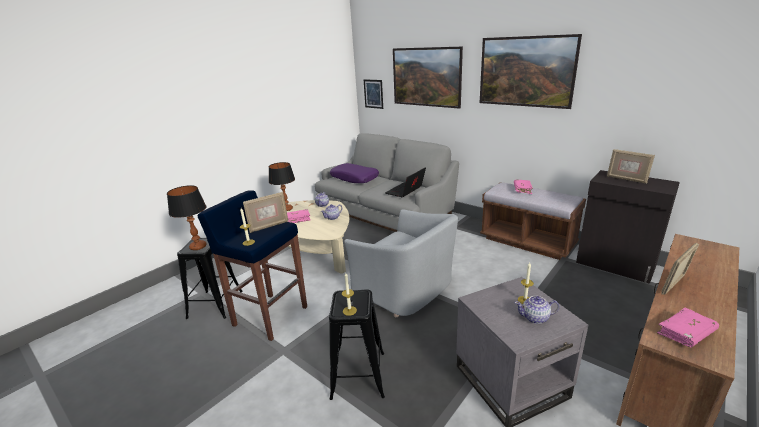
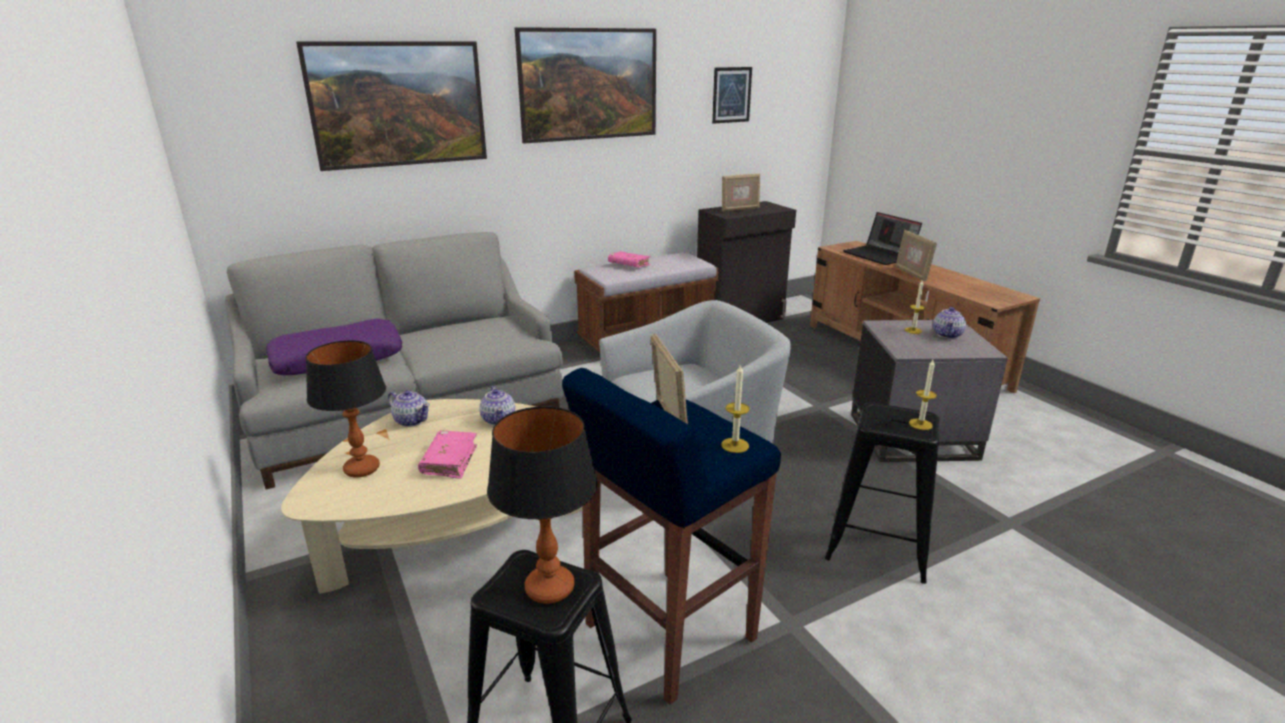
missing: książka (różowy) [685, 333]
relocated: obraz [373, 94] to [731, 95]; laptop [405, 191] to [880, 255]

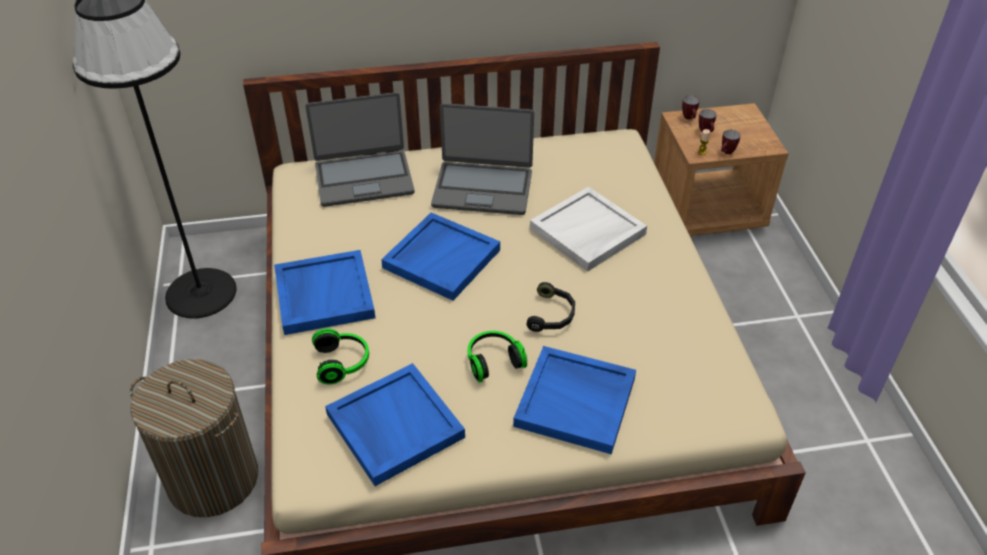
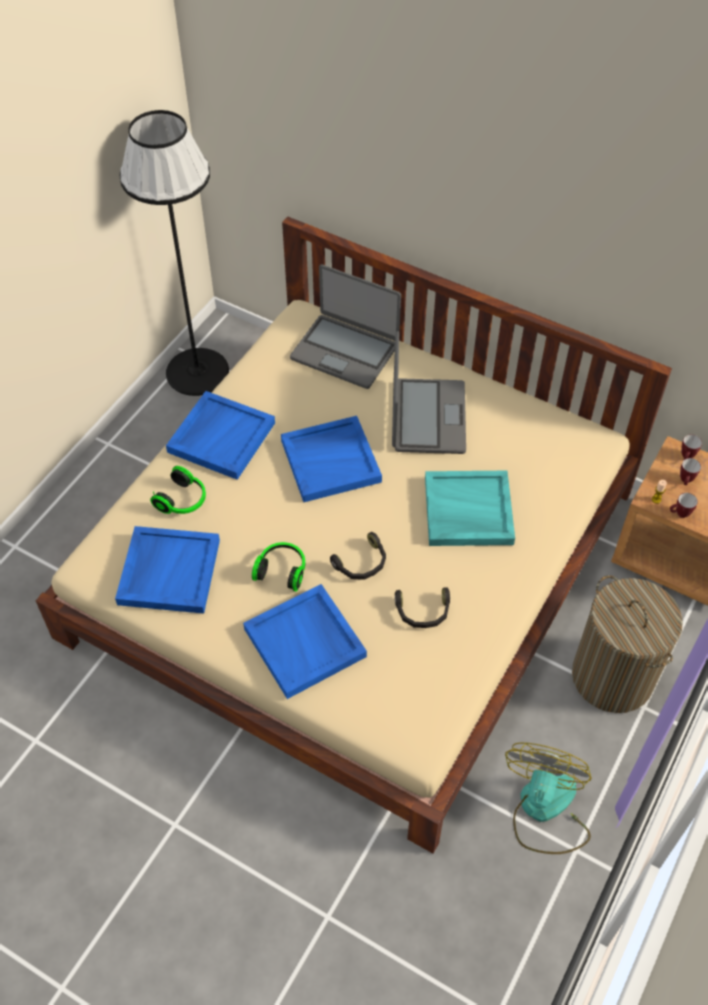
appeared: słuchawki (czarny) [423, 612]; wentylator [544, 810]
relocated: kosz na pranie [213, 479] to [612, 676]
colour: taca (biały) [587, 232] to taca (turkusowy) [467, 511]
spun: laptop [482, 188] = [427, 417] 135 degrees counterclockwise

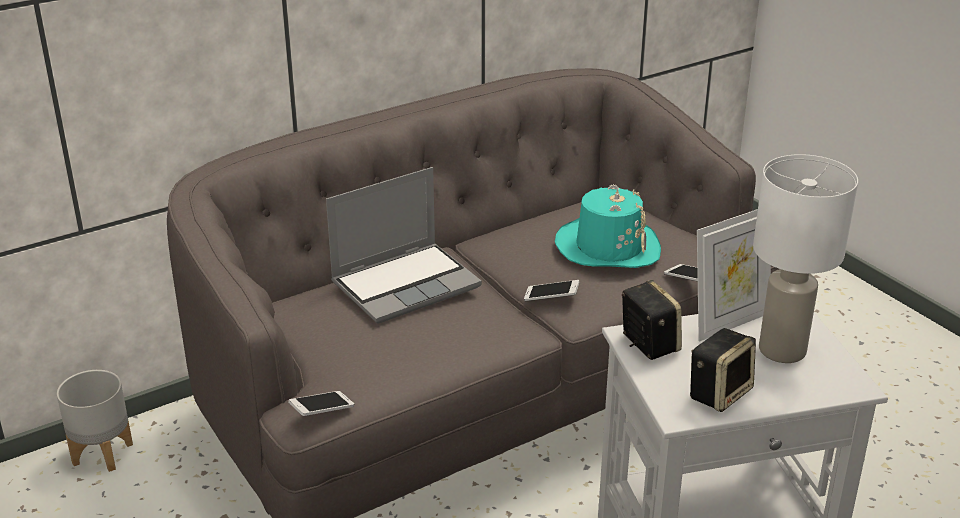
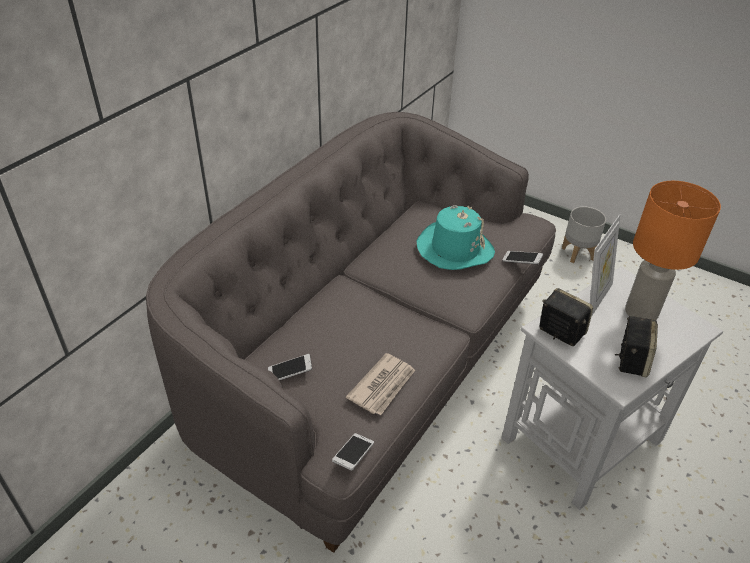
missing: laptop [406, 284]
appeared: gazeta [383, 386]
relocated: donica (szary) [103, 453] to [577, 253]; telefon [551, 297] to [290, 373]
colour: lampa stołowa (biały) [780, 350] to lampa stołowa (pomarańczowy) [640, 313]

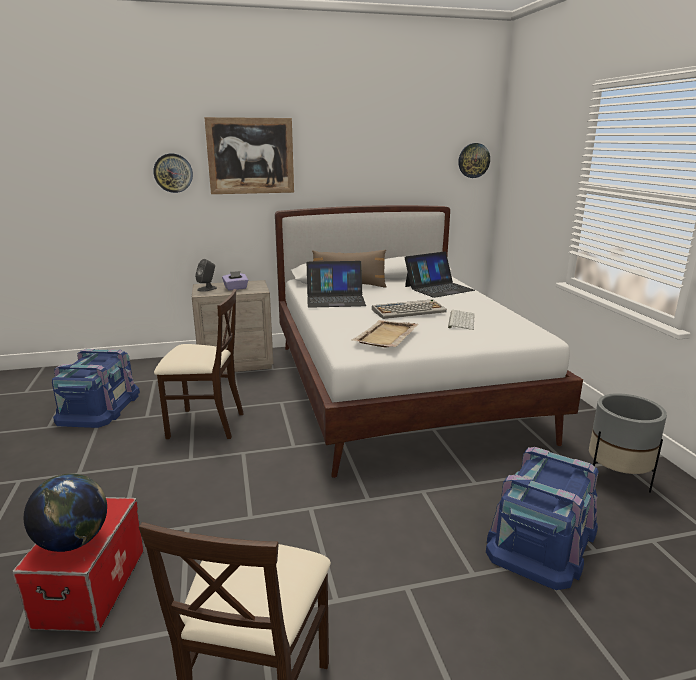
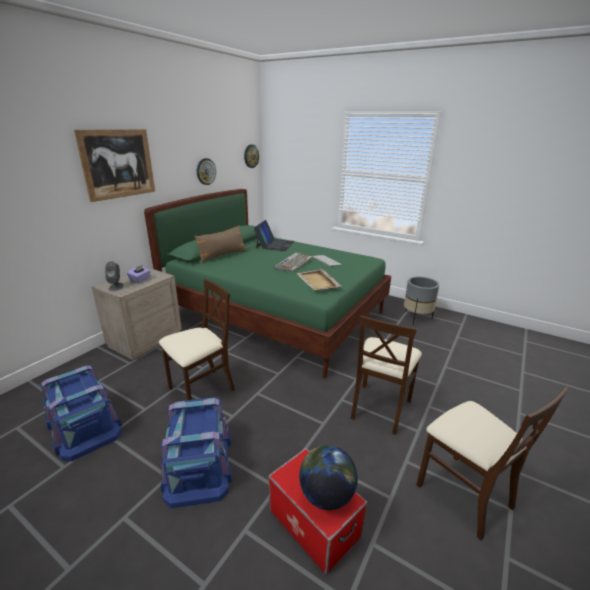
missing: laptop [335, 299]
appeared: krzesło (beżowy) [380, 408]
relocated: zegar ścienny [173, 173] to [205, 171]; pojemnik do przechowywania (niebieski) [541, 538] to [198, 462]
colour: łóżko (biały) [399, 388] to łóżko (zielony) [276, 314]

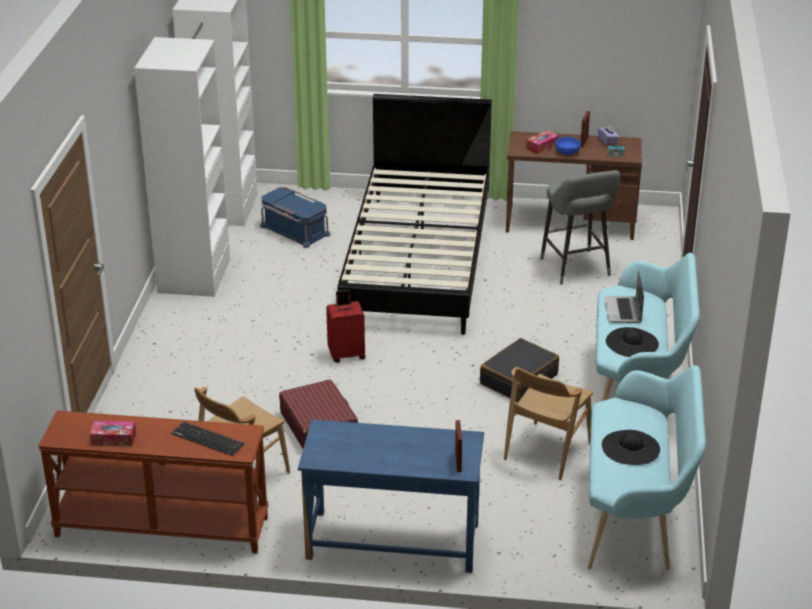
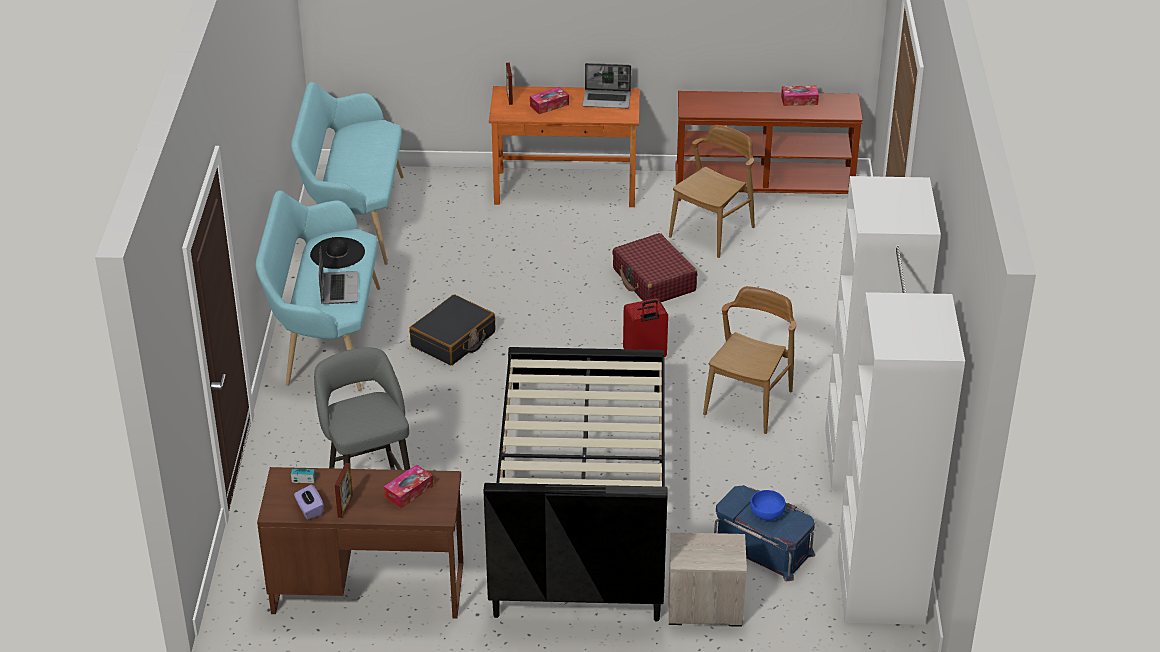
missing: klawiatura [207, 439]; kapelusz (czarny) [630, 447]
appeared: pudełko chusteczek [549, 105]; laptop [607, 100]; szafka nocna [703, 606]
relocated: krzesło (brązowy) [547, 451] to [748, 403]; miska (niebieski) [568, 152] to [766, 513]
colour: biurko (niebieski) [392, 542] to biurko (pomarańczowy) [565, 188]

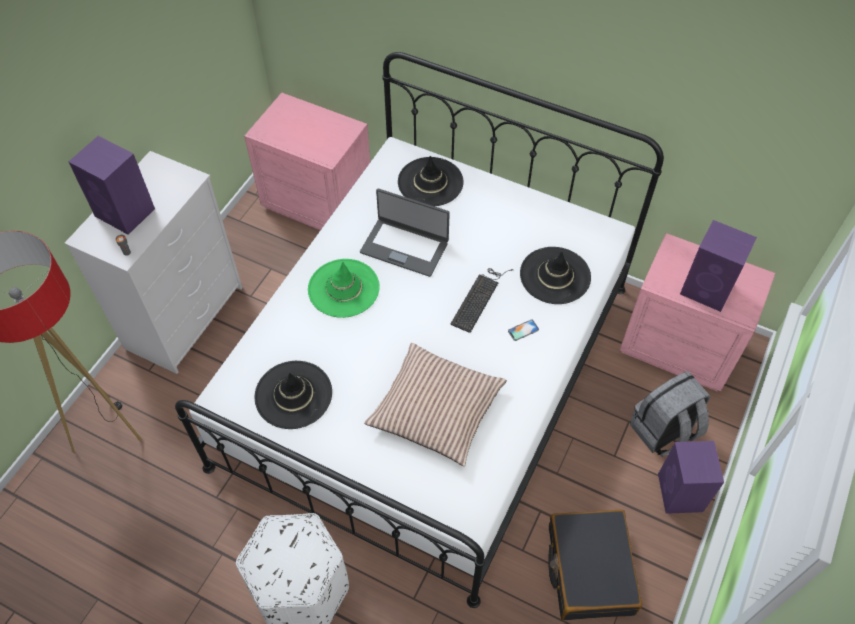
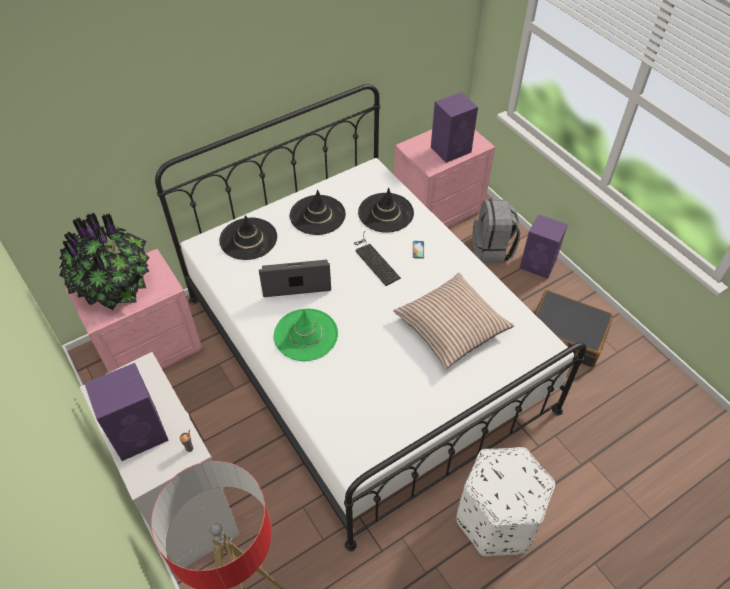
appeared: roślina doniczkowa [115, 287]
relocated: kapelusz (czarny) [293, 394] to [317, 215]
spun: laptop [405, 246] = [296, 280] 150 degrees counterclockwise

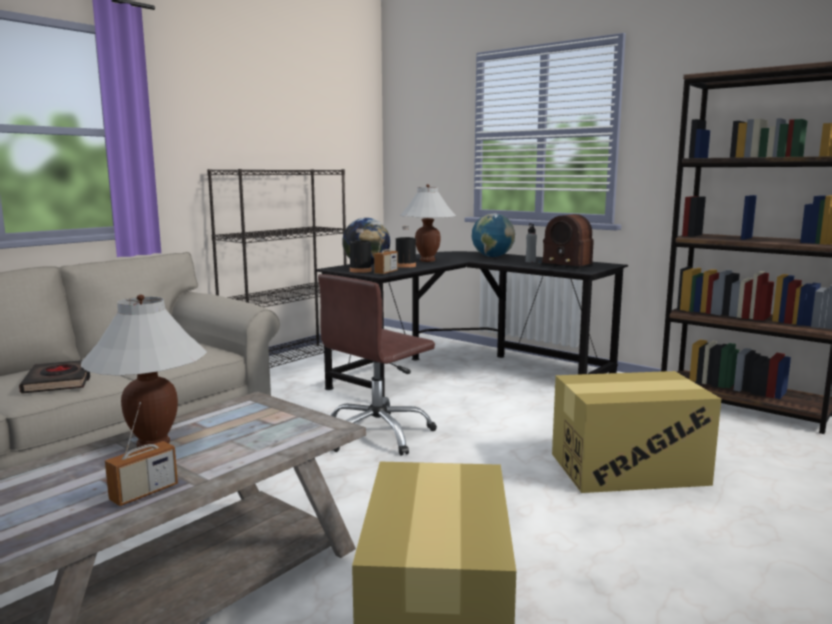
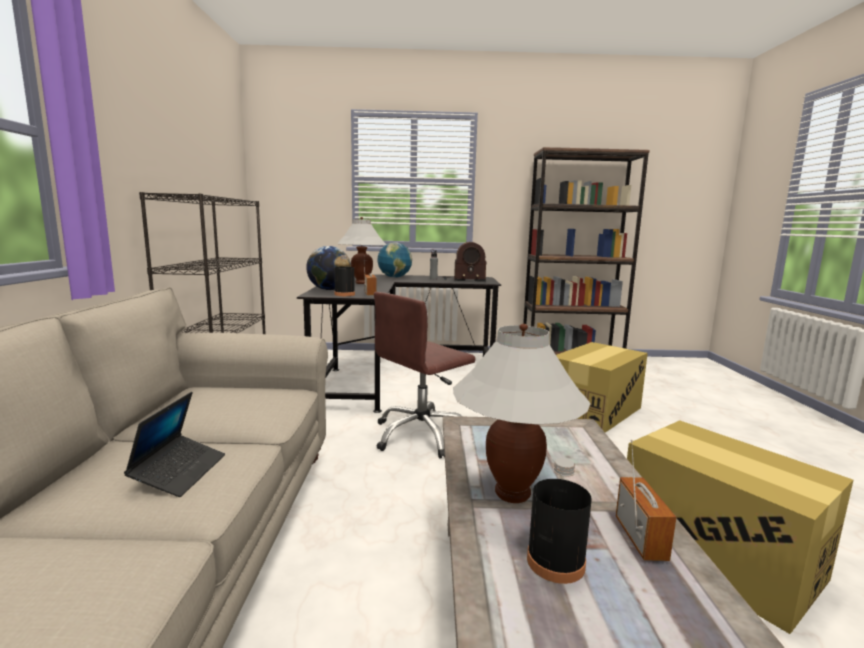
relocated: butelka (czarny) [405, 266] to [555, 562]
exchanged: książka (czarny) [59, 382] to laptop [180, 472]
spun: krzesło biurowe (brązowy) [377, 434] = [421, 435] 45 degrees clockwise

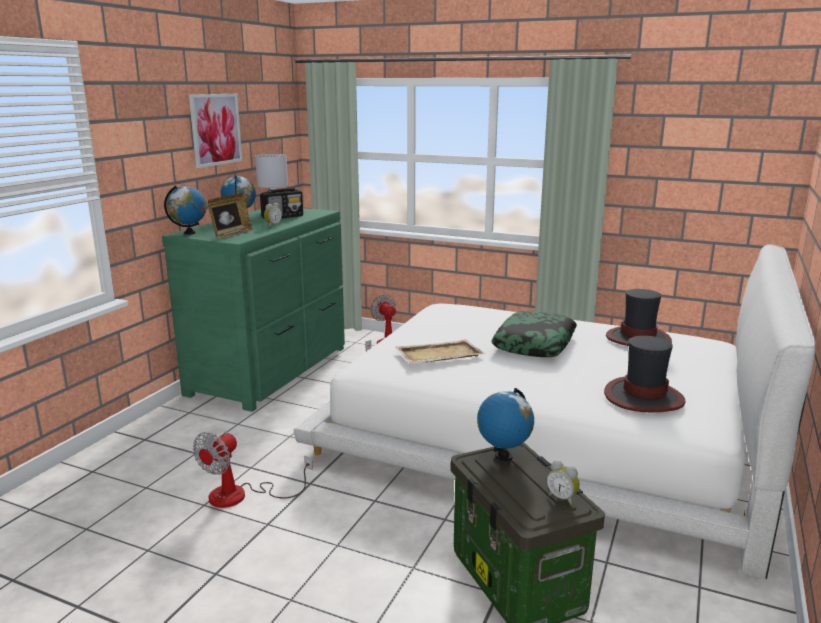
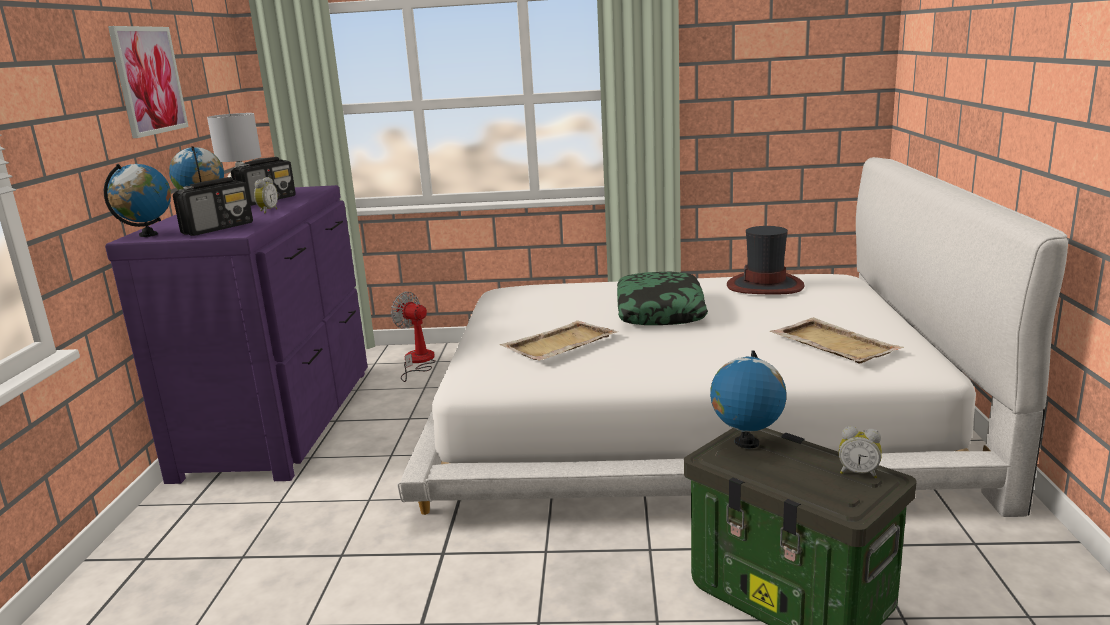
missing: wentylator [241, 496]
exchanged: ramka na zdjęcie [231, 234] to radio [218, 228]; kapelusz [643, 397] to taca (beżowy) [833, 344]
colour: komoda (zielony) [272, 370] to komoda (fioletowy) [282, 421]

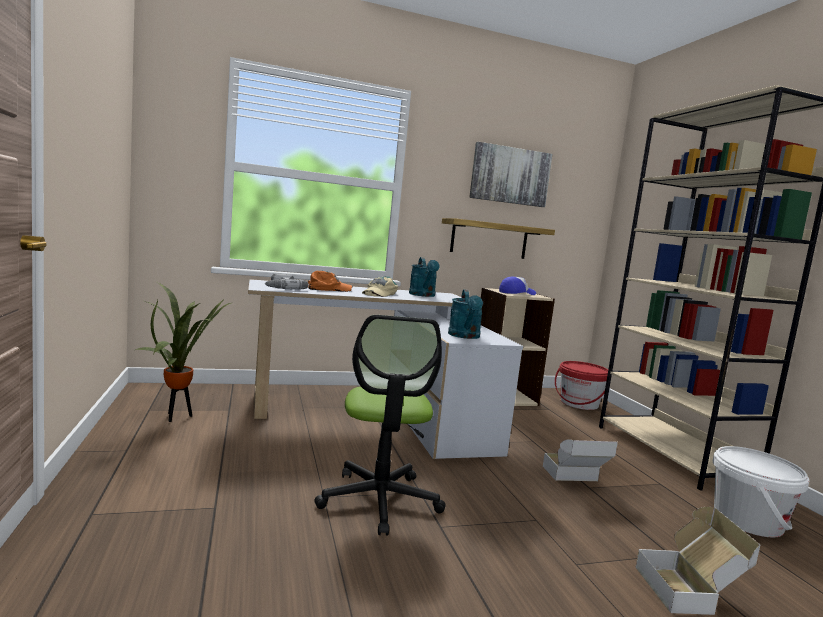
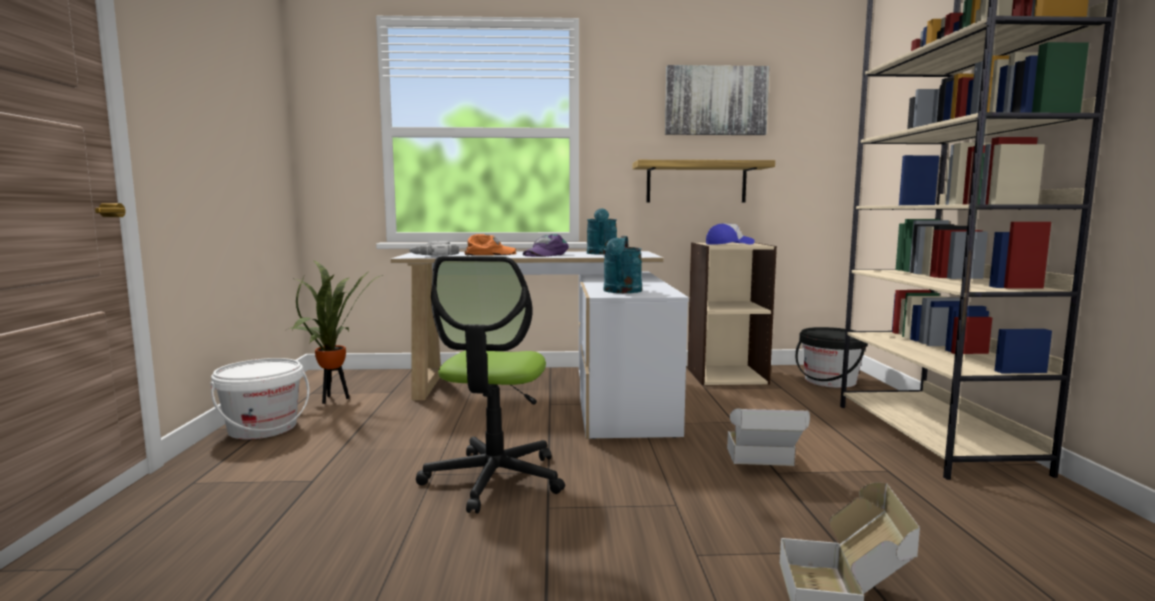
relocated: wiadro (biały) [748, 520] to [263, 428]
colour: czapka z daszkiem (beżowy) [379, 293] to czapka z daszkiem (fioletowy) [545, 254]; wiadro (czerwony) [579, 403] to wiadro (czarny) [830, 381]

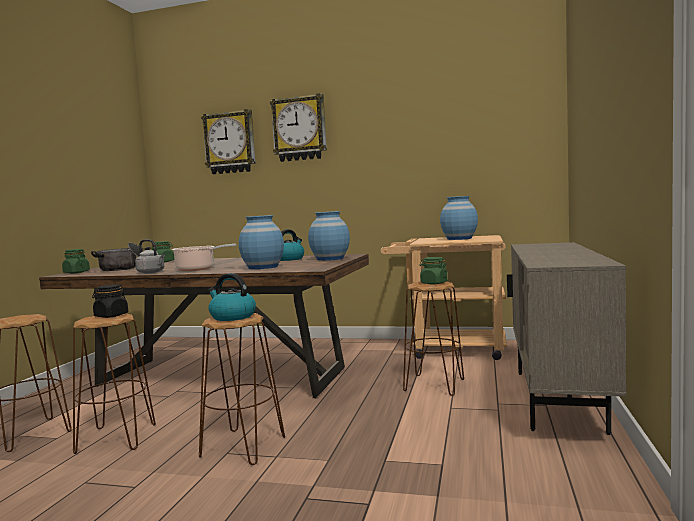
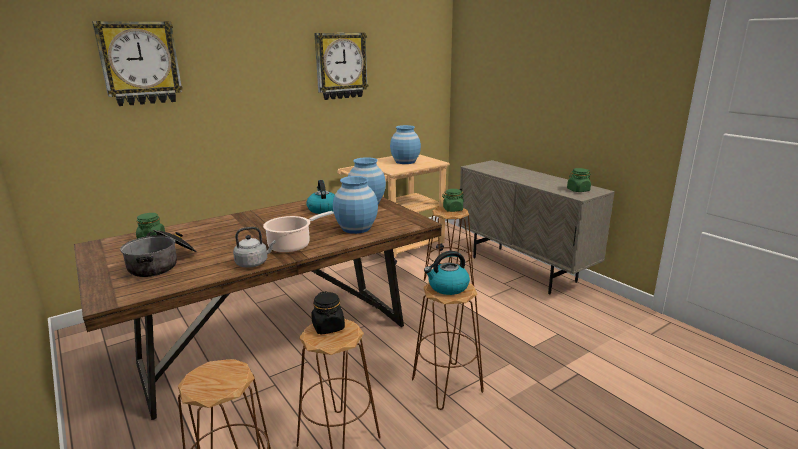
relocated: słoik (zielony) [76, 272] to [578, 190]; zegar ścienny [299, 129] to [340, 66]

